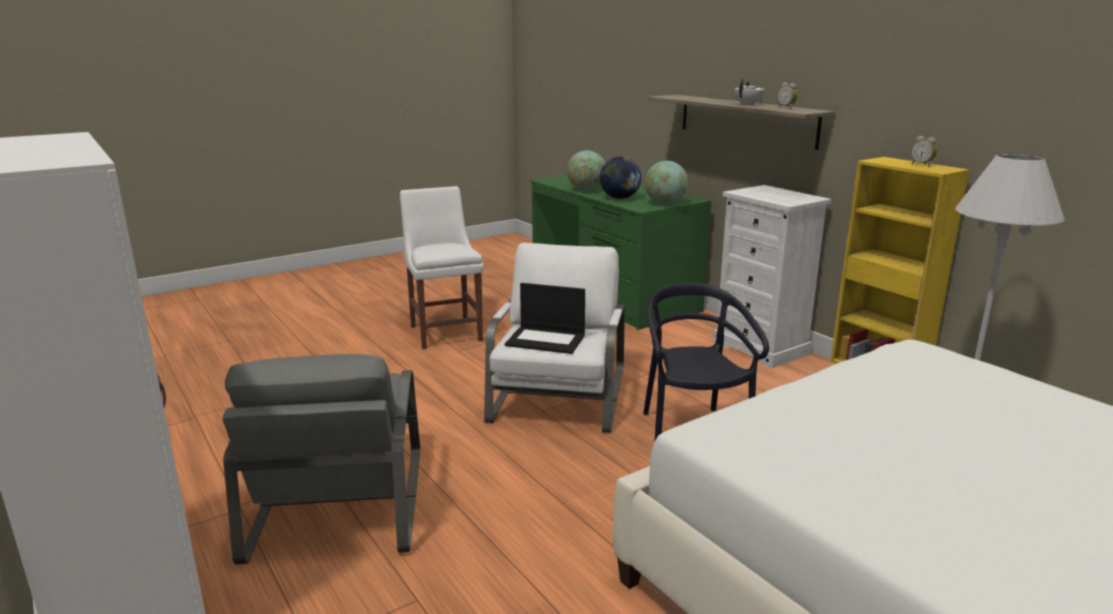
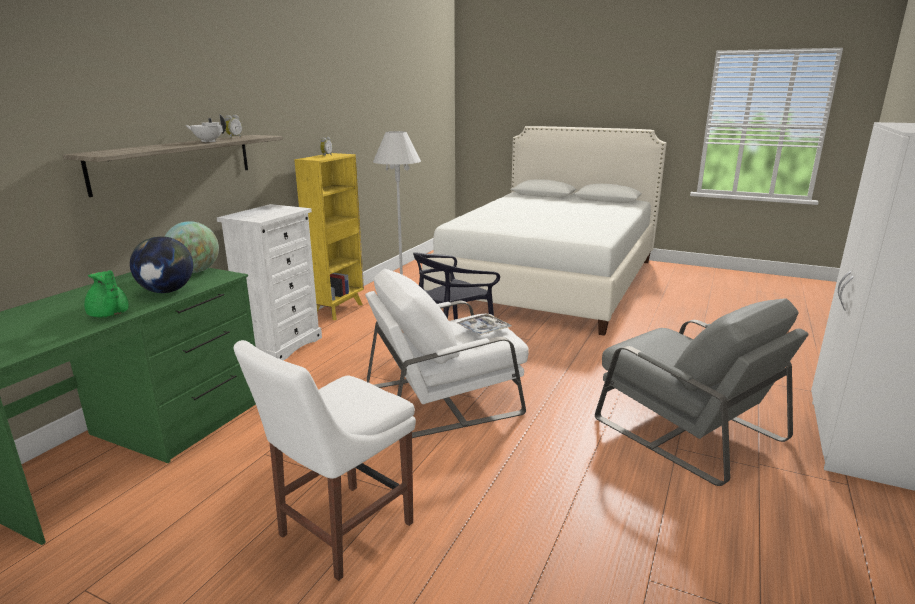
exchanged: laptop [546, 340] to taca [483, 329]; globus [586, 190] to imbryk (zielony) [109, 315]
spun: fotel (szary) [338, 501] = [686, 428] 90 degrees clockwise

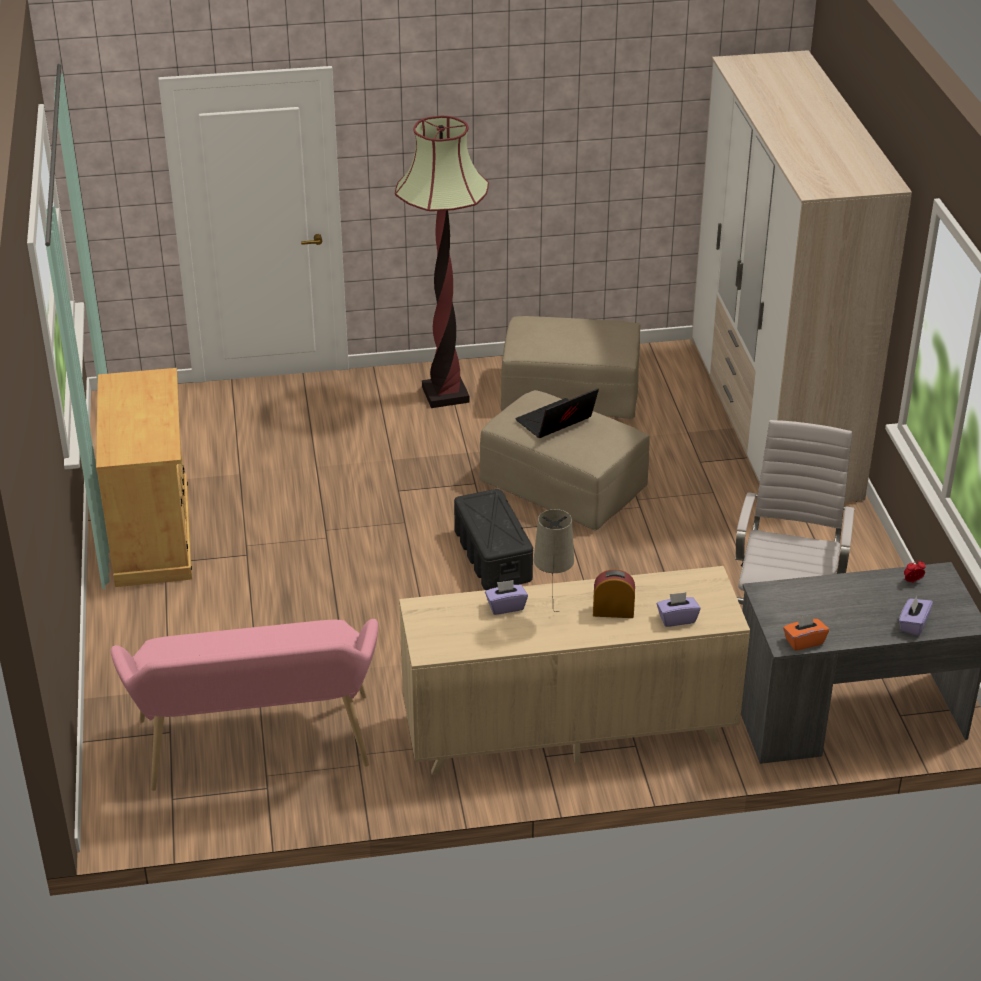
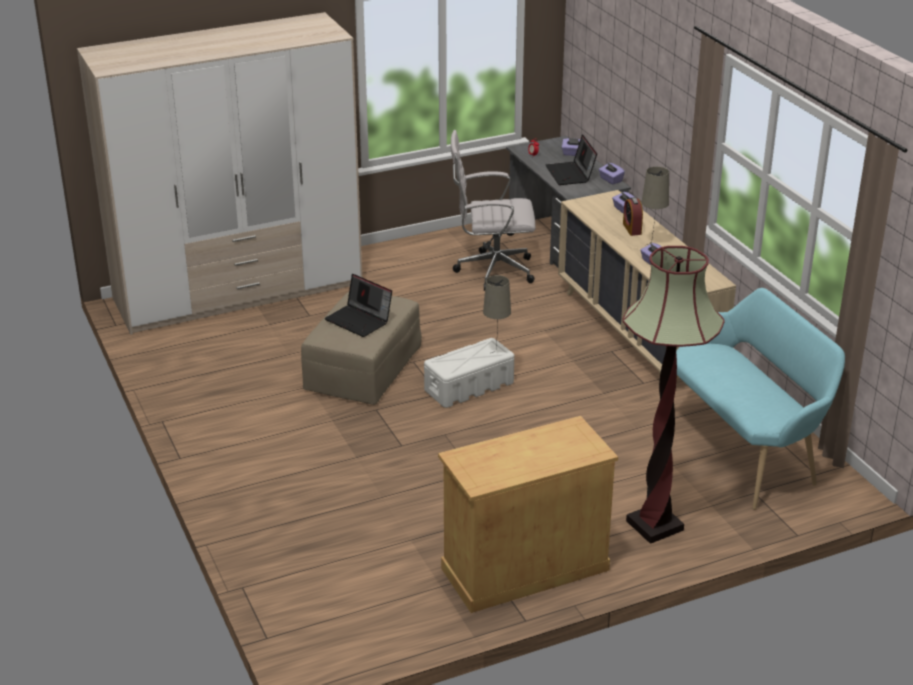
missing: pufa (beżowy) [570, 393]
appeared: lampa stołowa (beżowy) [496, 355]; laptop [571, 174]
relocated: lampa stojąca [445, 394] to [654, 525]
colour: ławka (różowy) [257, 750] to ławka (turkusowy) [743, 448]; pojemnik do przechowywania (czarny) [492, 555] to pojemnik do przechowywania (biały) [468, 387]; pudełko chusteczek (pomarańczowy) [804, 641] to pudełko chusteczek (fioletowy) [610, 180]

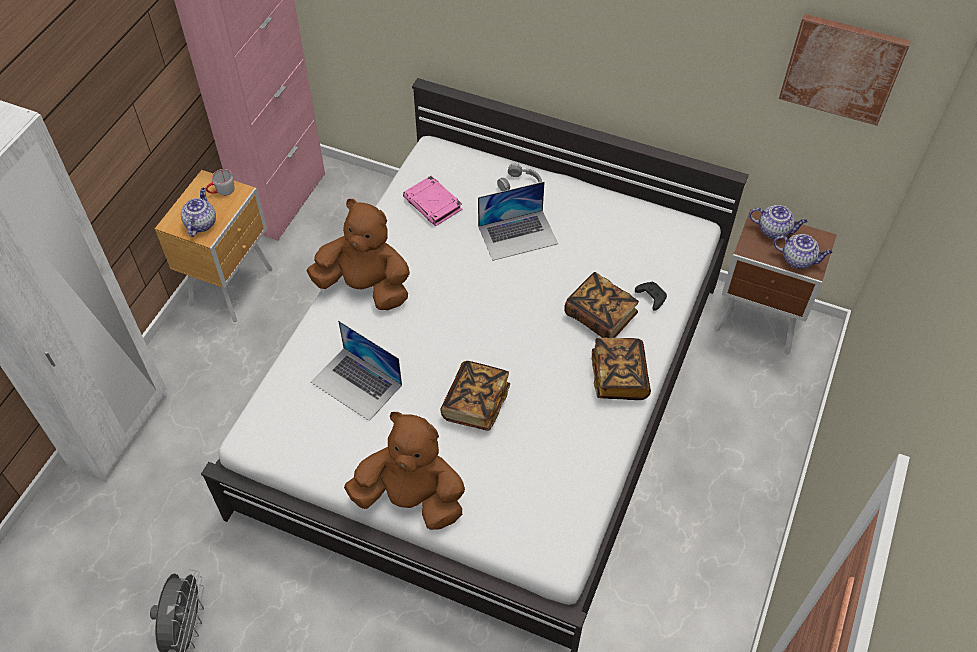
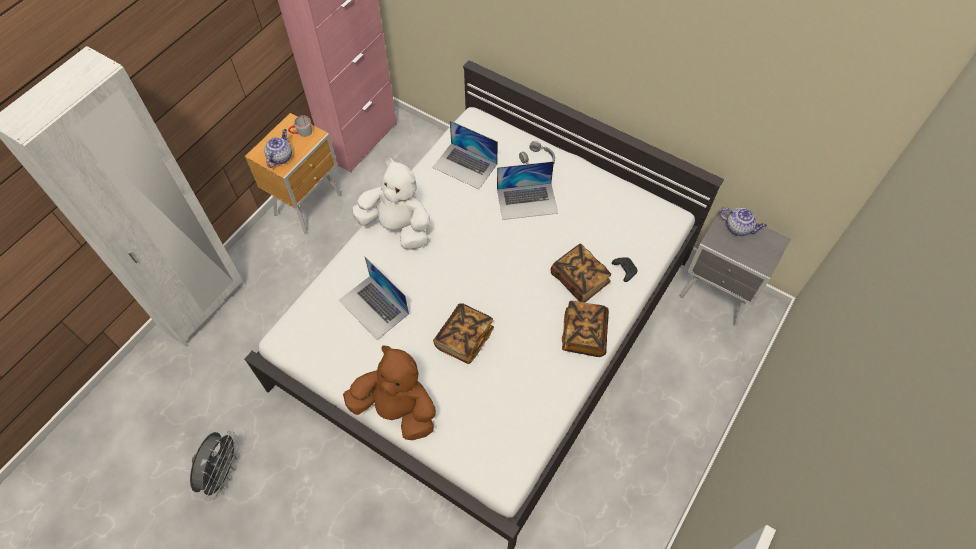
missing: imbryk [798, 260]; obraz [842, 68]
exchanged: książka (różowy) [433, 204] to laptop [465, 165]
colour: pluszak (brązowy) [365, 287] to pluszak (biały) [397, 227]; szafka nocna (brązowy) [759, 324] to szafka nocna (szary) [717, 297]

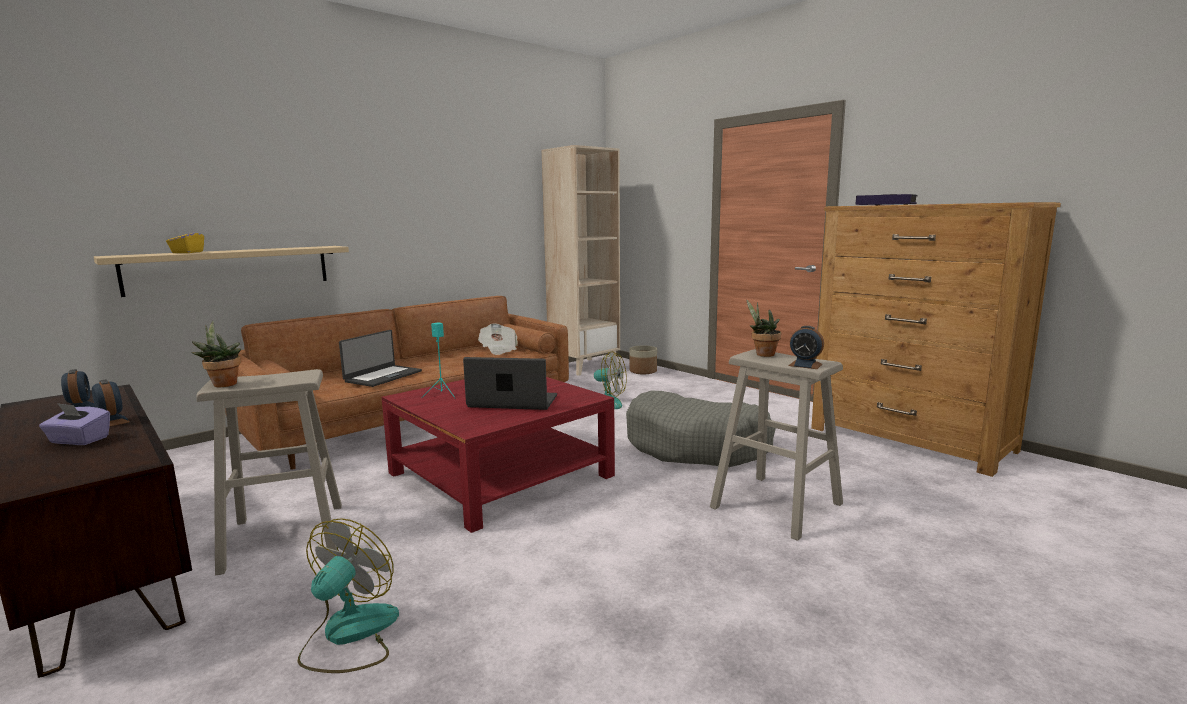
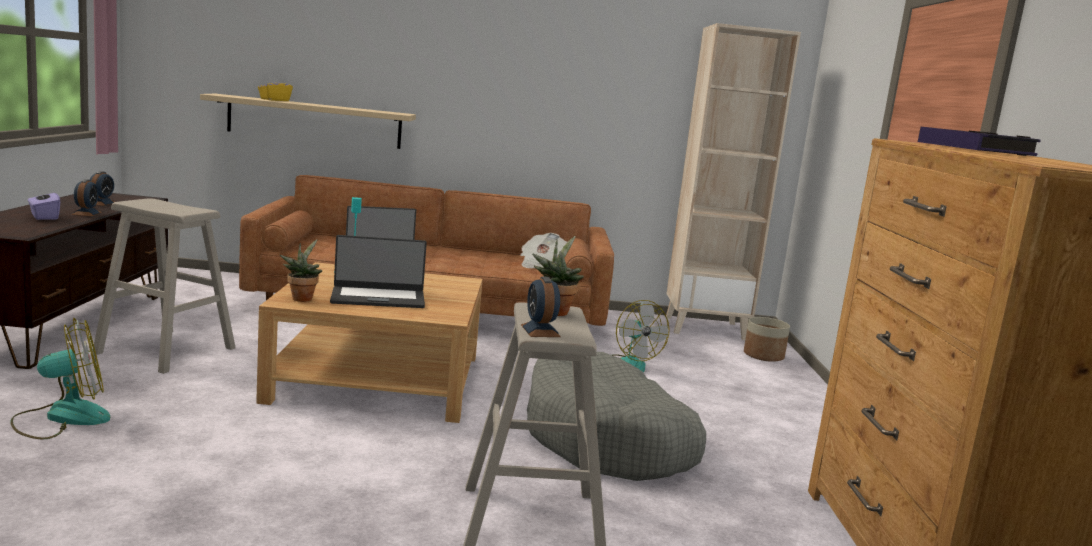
relocated: roślina doniczkowa [223, 384] to [301, 298]
colour: ława (czerwony) [500, 474] to ława (beżowy) [377, 378]
spun: laptop [512, 402] = [378, 298] 120 degrees clockwise

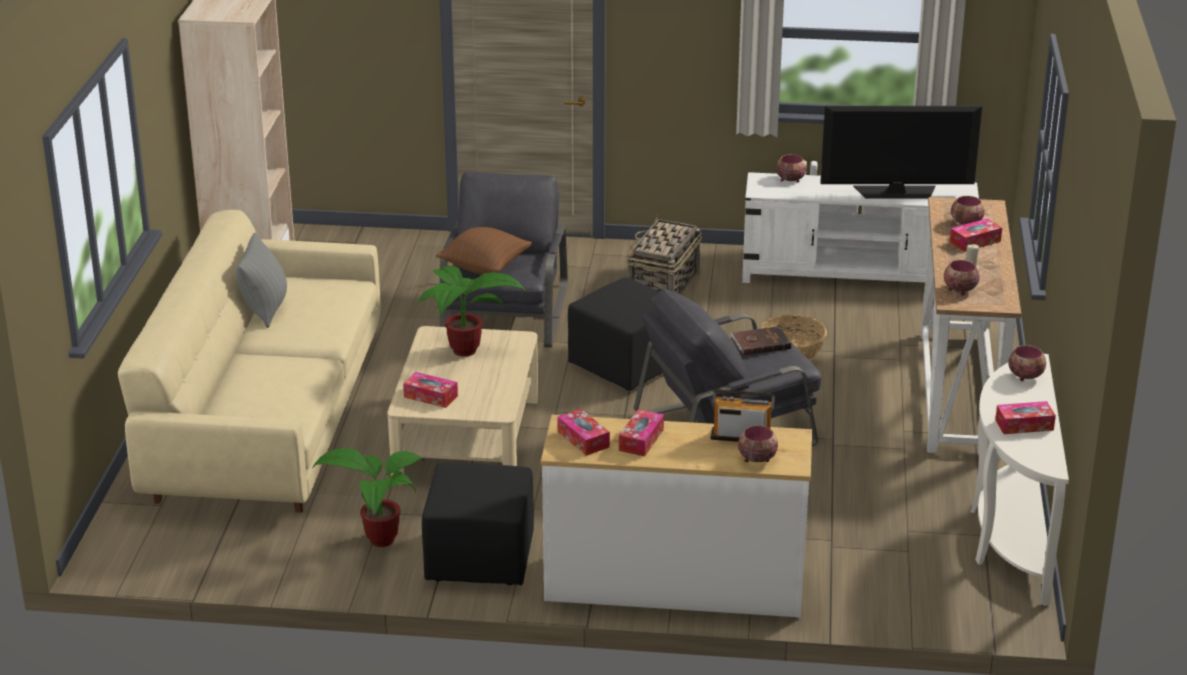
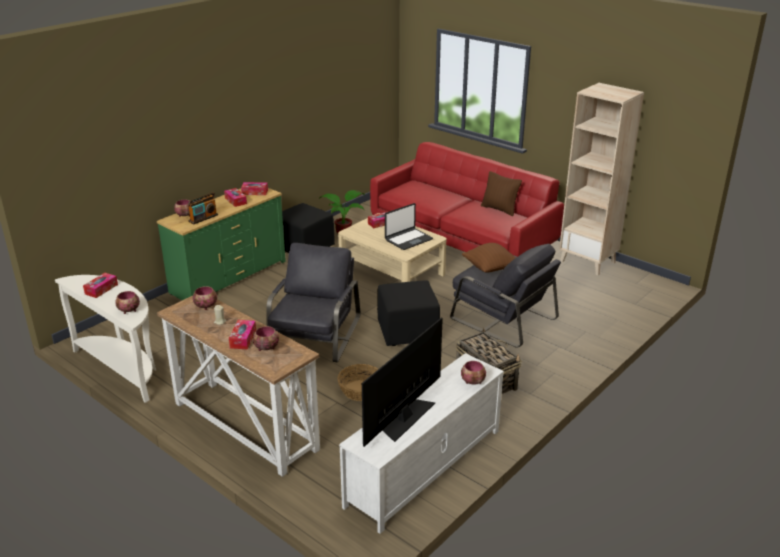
missing: książka (brązowy) [760, 343]
exchanged: roślina doniczkowa [464, 353] to laptop [408, 239]
colour: kanapa (beżowy) [265, 419] to kanapa (czerwony) [462, 237]; poduszka (szary) [265, 309] to poduszka (brązowy) [499, 209]; komoda (biały) [674, 586] to komoda (zielony) [228, 277]

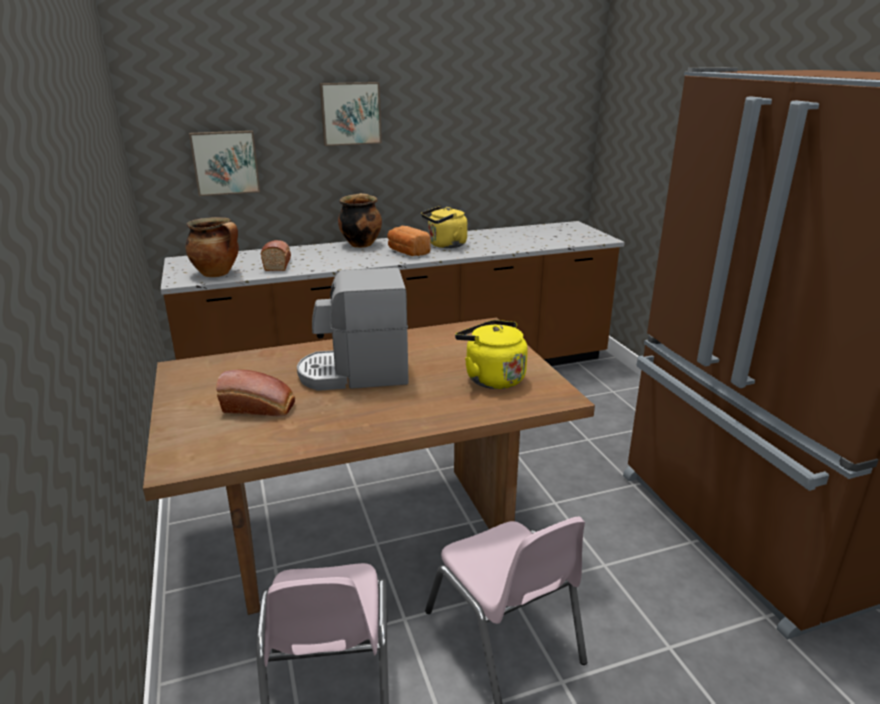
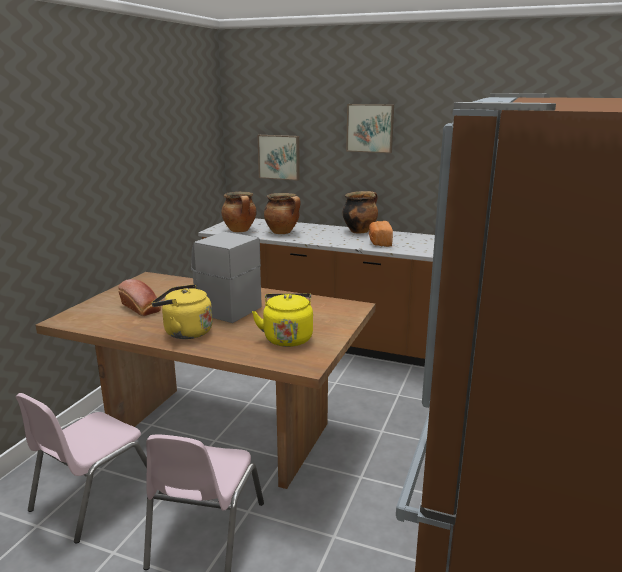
relocated: czajnik (żółty) [445, 245] to [185, 332]
exchanged: chleb [278, 264] to garnek [283, 232]

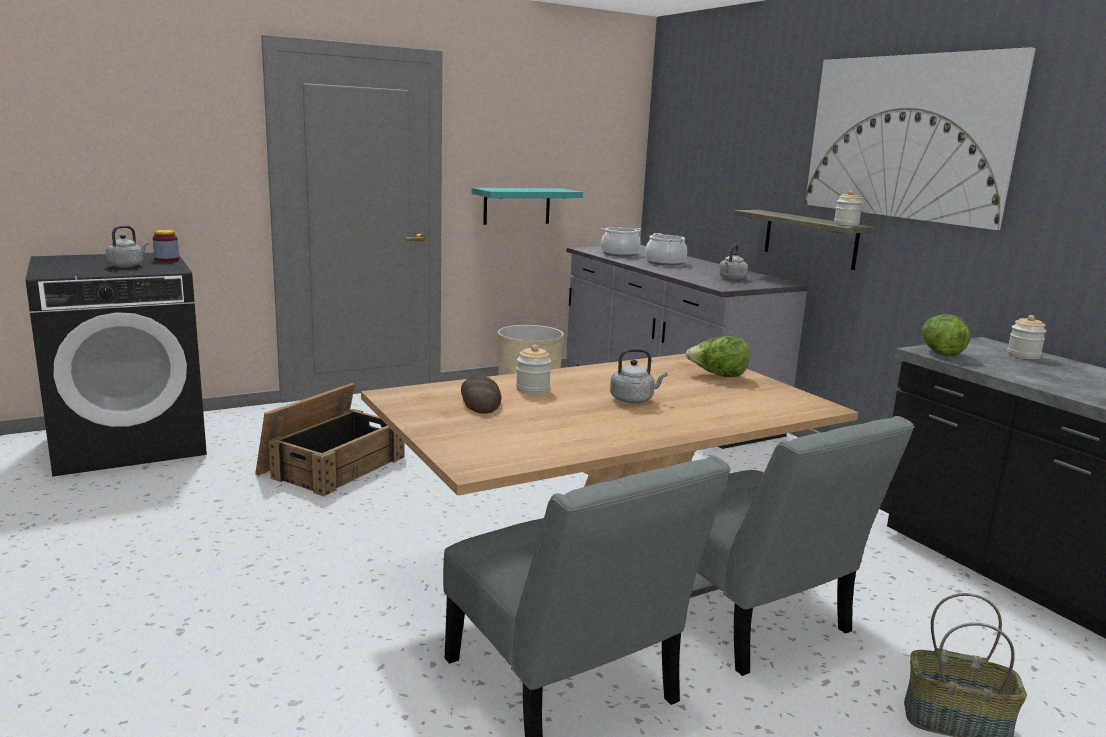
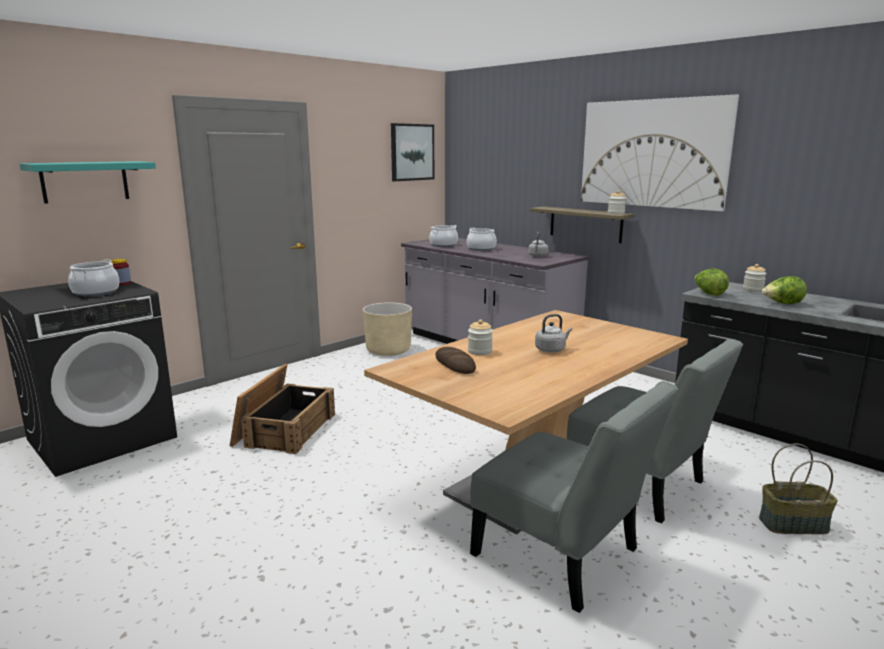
appeared: obraz [412, 152]
relocated: półka (turkusowy) [517, 206] to [85, 181]; sałata [717, 376] to [782, 304]
exchanged: czajnik (szary) [127, 266] to garnek [95, 292]

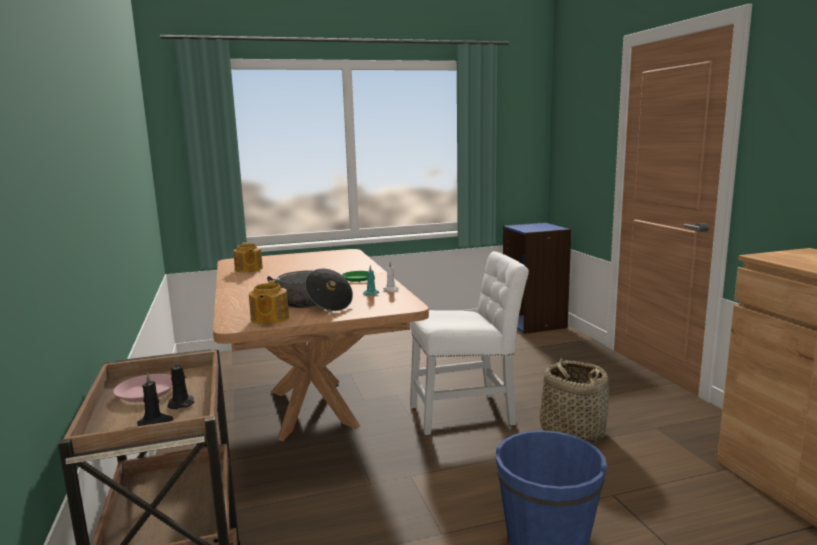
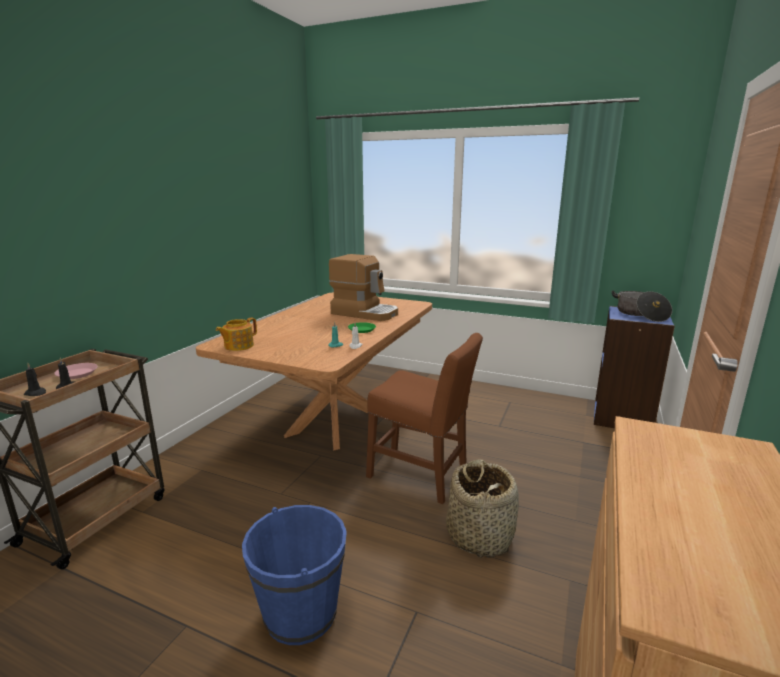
missing: imbryk [248, 269]
appeared: ekspres do kawy [365, 313]
relocated: garnek [313, 304] to [640, 314]
colour: krzesło (biały) [467, 413] to krzesło (brązowy) [422, 475]

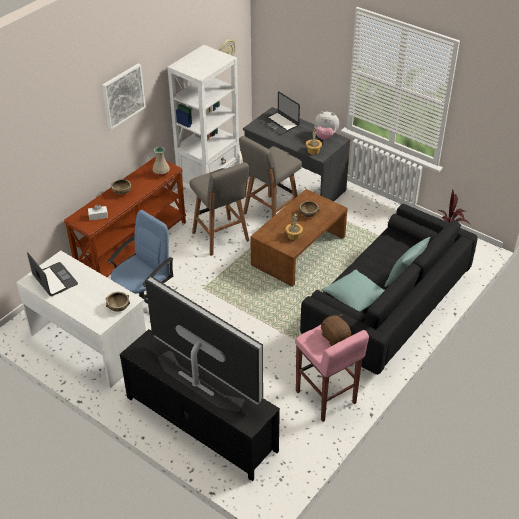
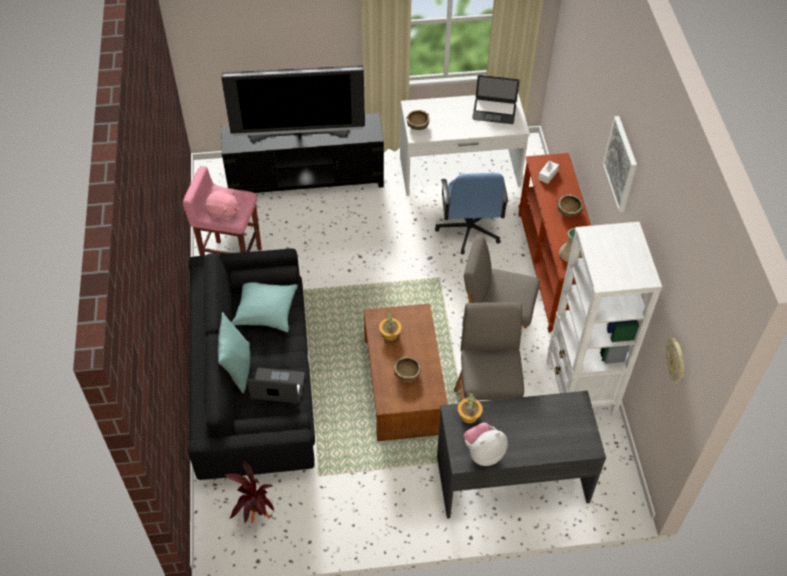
relocated: laptop [279, 123] to [277, 386]
colour: pluszak (brązowy) [335, 337] to pluszak (różowy) [223, 213]

